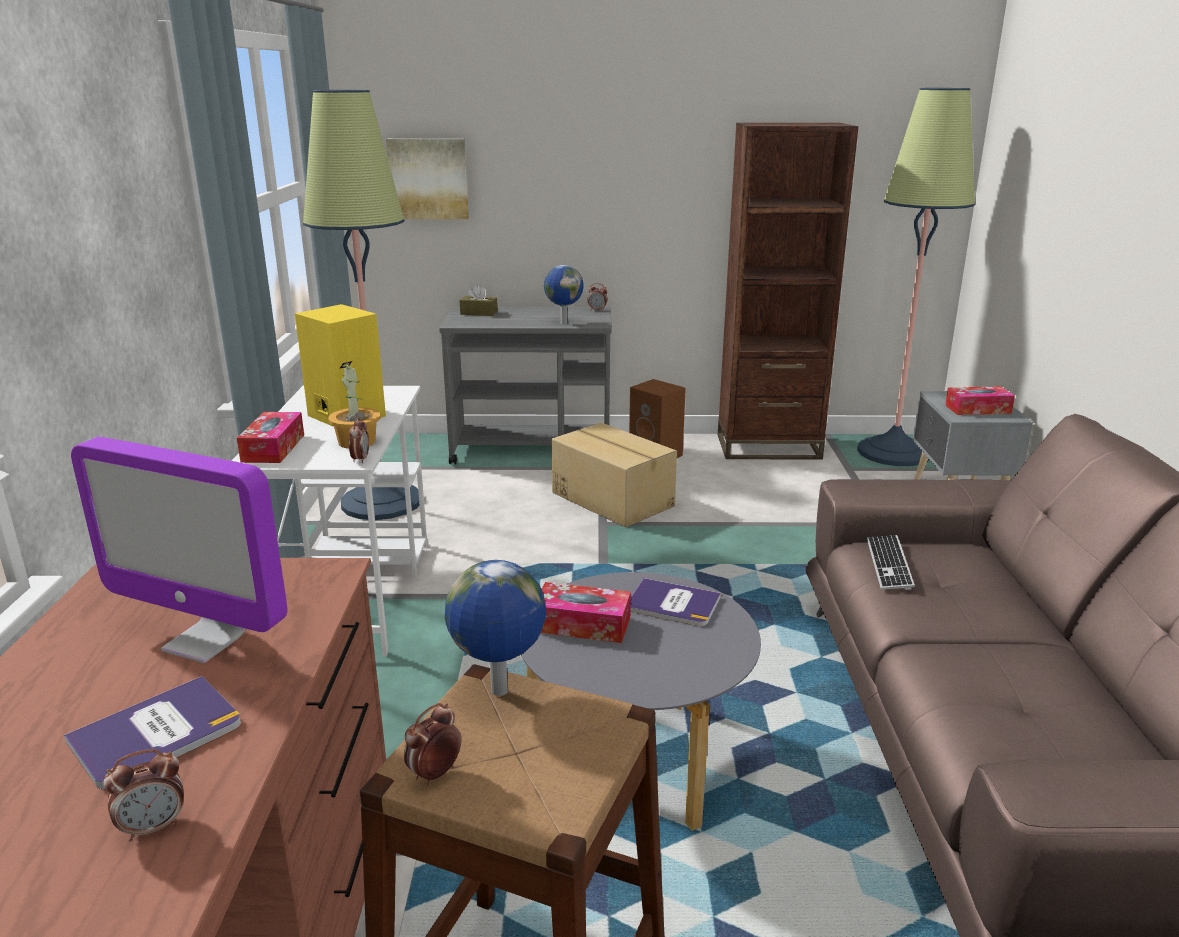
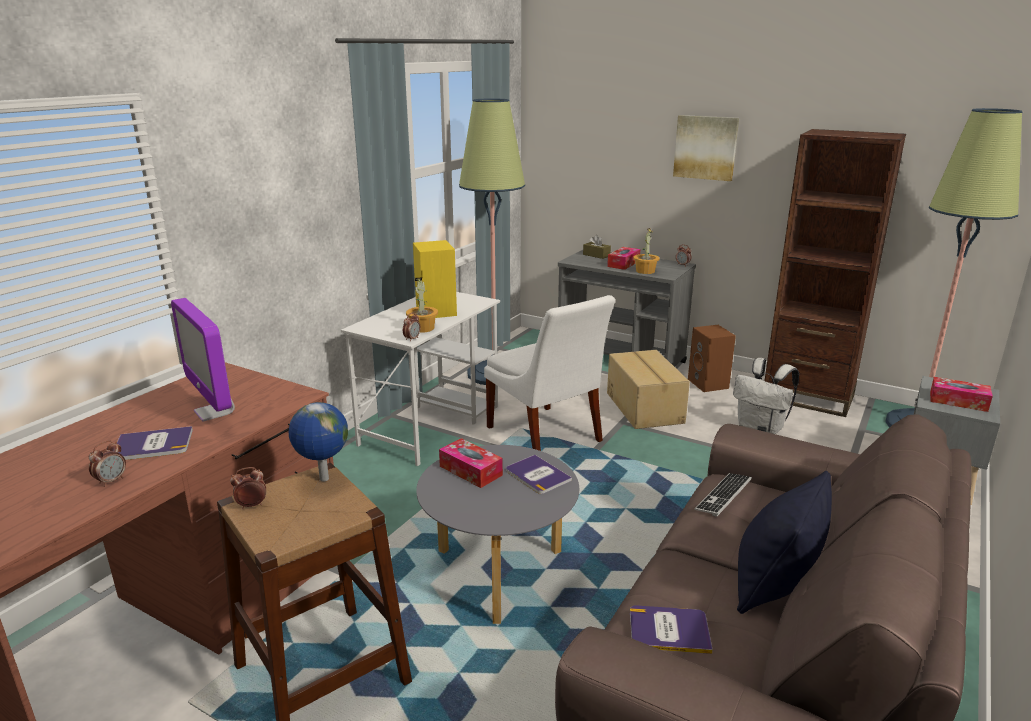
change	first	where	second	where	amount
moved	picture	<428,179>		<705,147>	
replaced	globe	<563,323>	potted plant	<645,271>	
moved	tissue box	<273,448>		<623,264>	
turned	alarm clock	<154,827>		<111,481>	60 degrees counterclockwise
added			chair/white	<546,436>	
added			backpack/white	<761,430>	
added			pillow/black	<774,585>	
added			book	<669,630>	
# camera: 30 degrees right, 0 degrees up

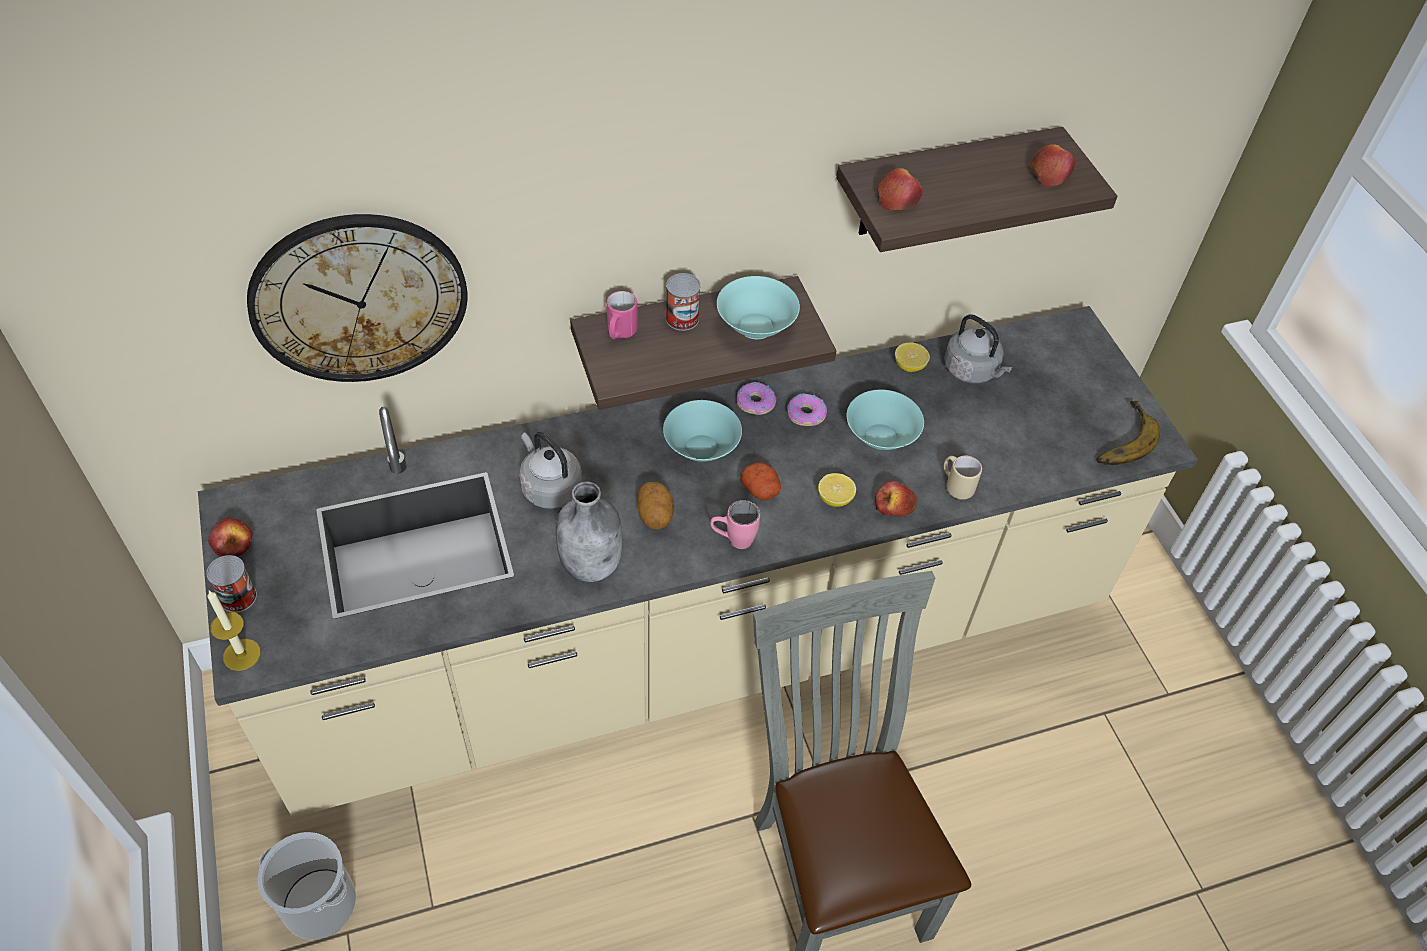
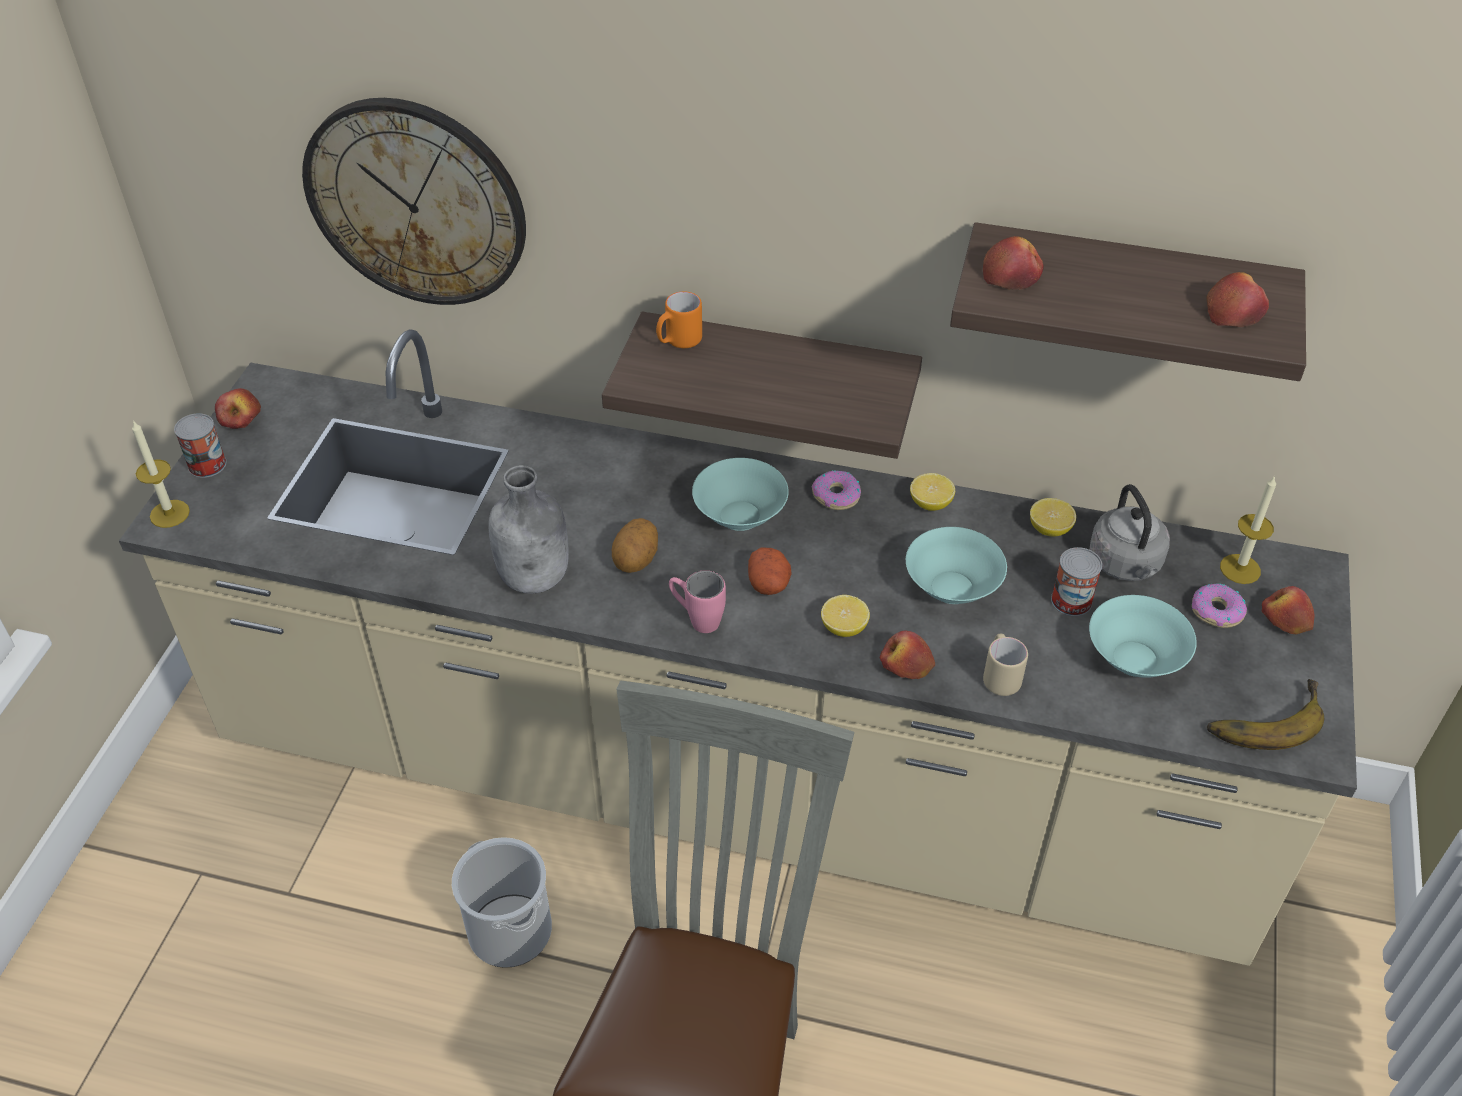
change	first	where	second	where	amount
moved	can	<682,318>		<1071,601>	
moved	bowl/turquoise	<756,327>		<1135,660>	
recoloured	mug/pink	<620,333>	mug/orange	<678,342>	
moved	donut	<806,414>		<1216,611>	
removed	kettle/grey	<549,487>			
moved	bucket	<319,903>		<510,930>	
added			lemon	<930,503>	
added			candle	<1240,569>	
added			apple	<1285,620>	
# camera: 35 degrees right, 5 degrees down

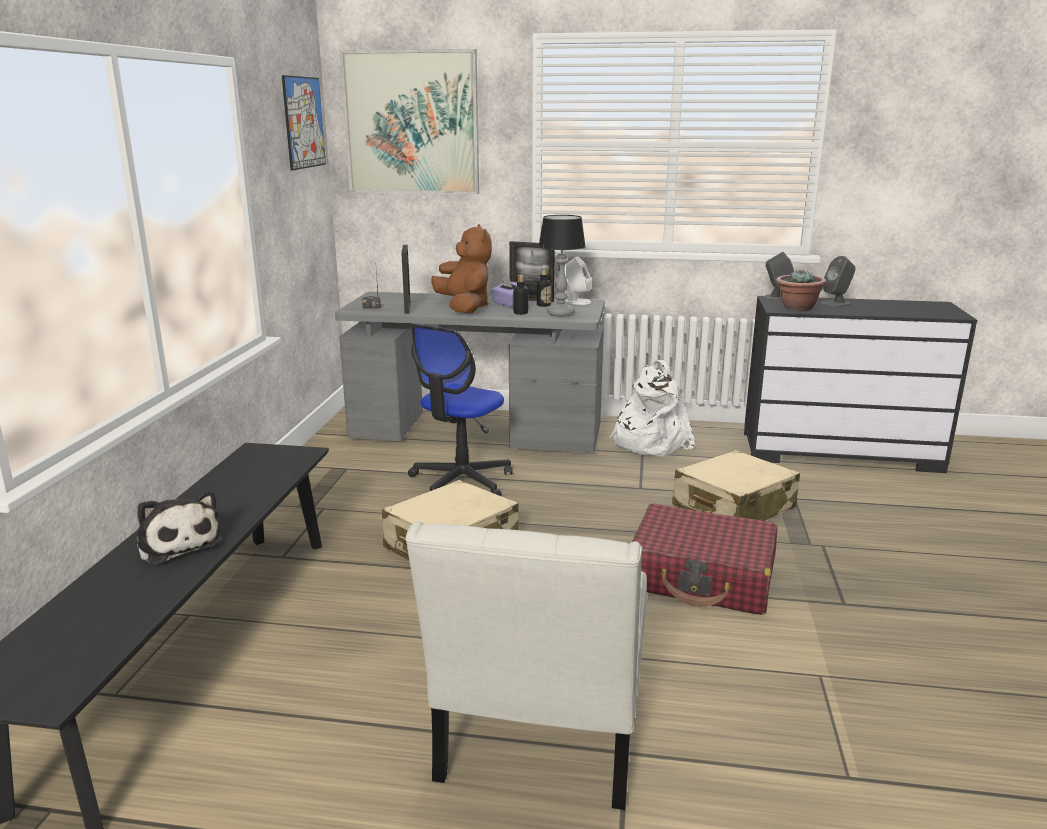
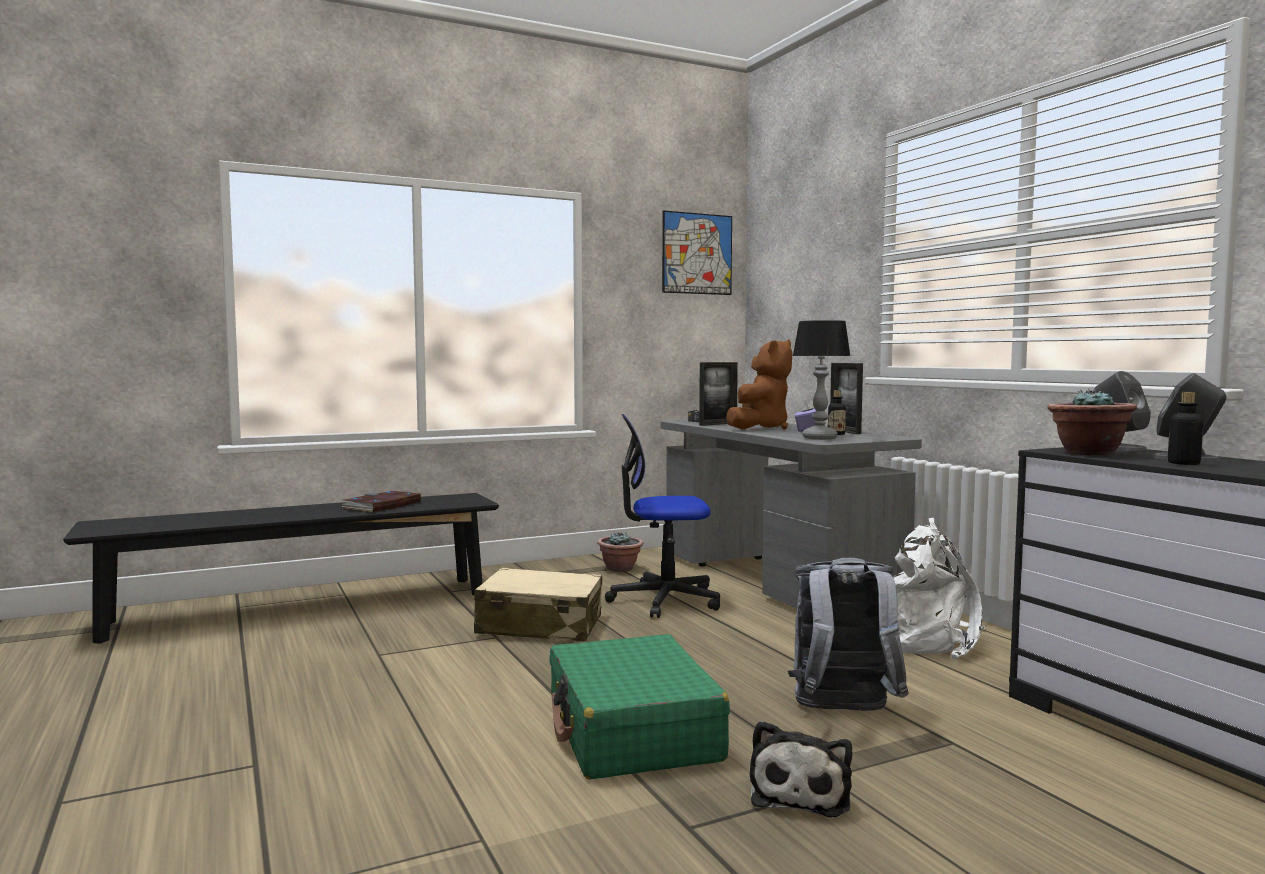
change	first	where	second	where	amount
removed	picture	<411,123>			
removed	speaker/white	<575,301>			
moved	bottle	<520,313>		<1184,463>	
replaced	suitcase/beige	<733,508>	backpack/grey	<843,713>	
moved	plush toy	<178,543>		<801,793>	
recoloured	suitcase/red	<702,577>	suitcase/green	<632,731>	
removed	chair/white	<539,738>			
added			book	<382,505>	
added			potted plant	<620,569>	
# camera: 55 degrees right, 15 degrees down

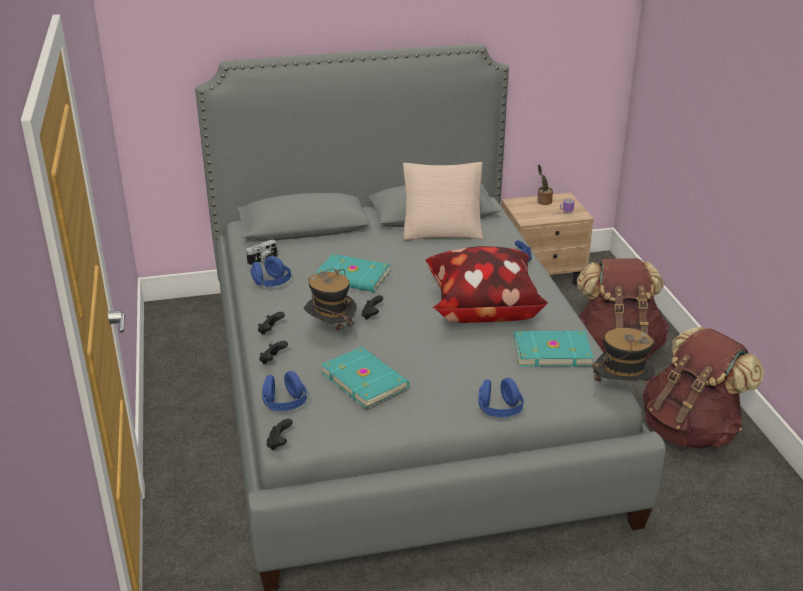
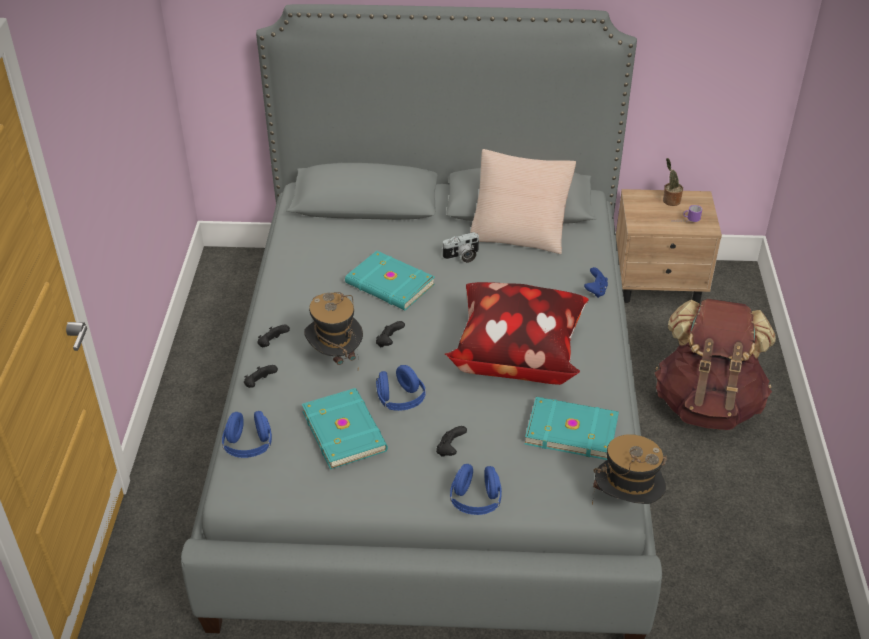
change	first	where	second	where	amount
moved	photo camera	<264,262>		<462,257>	
moved	headphones/blue	<271,284>		<400,400>	
removed	backpack/brown	<690,430>			
moved	game controller/black	<279,443>		<450,450>	
# camera: 15 degrees right, 10 degrees up

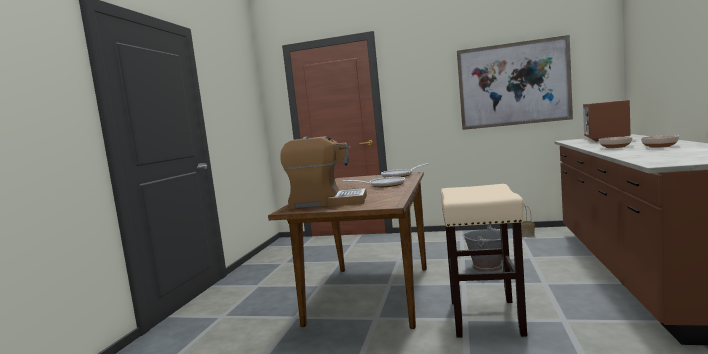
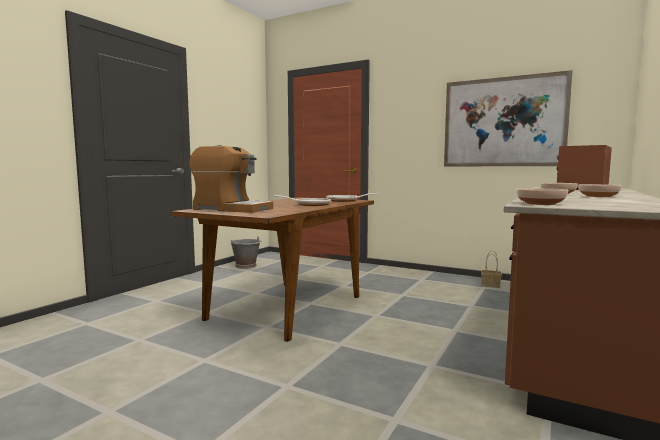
change	first	where	second	where	amount
removed	stool/beige	<486,318>			
moved	bucket/grey	<487,268>		<246,266>	
added			bowl	<541,203>	
# camera: 15 degrees right, 0 degrees up

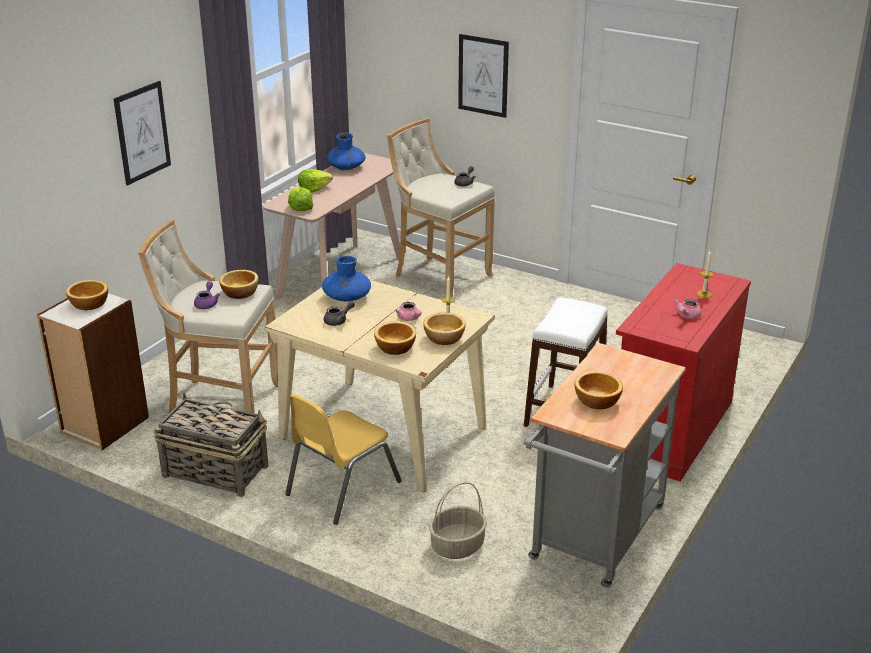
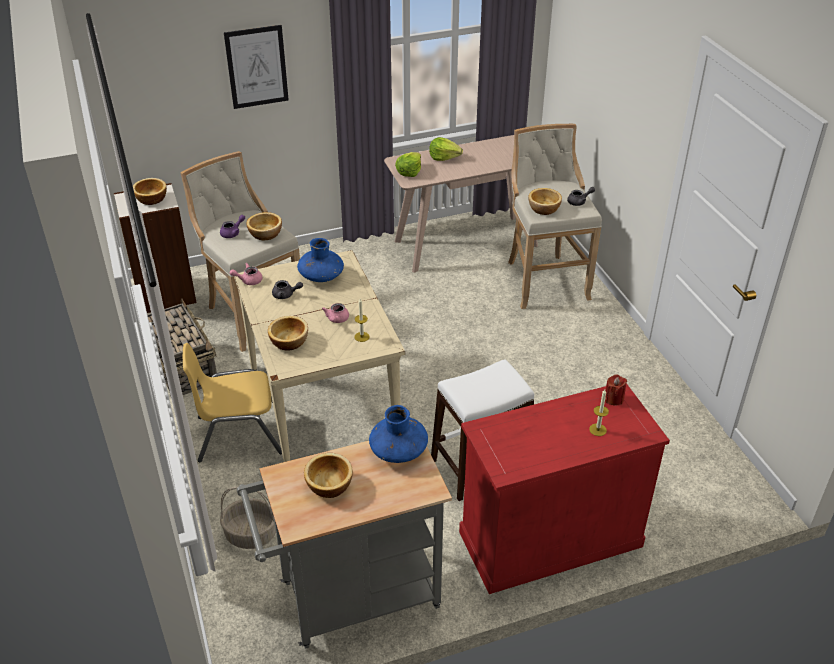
change	first	where	second	where	amount
removed	picture	<483,75>			
moved	vase/blue	<346,167>		<398,450>	
moved	teapot/pink	<686,316>		<248,280>	
moved	bowl	<445,338>		<544,209>	
added			candle/red	<613,399>	
# camera: 40 degrees right, 10 degrees up

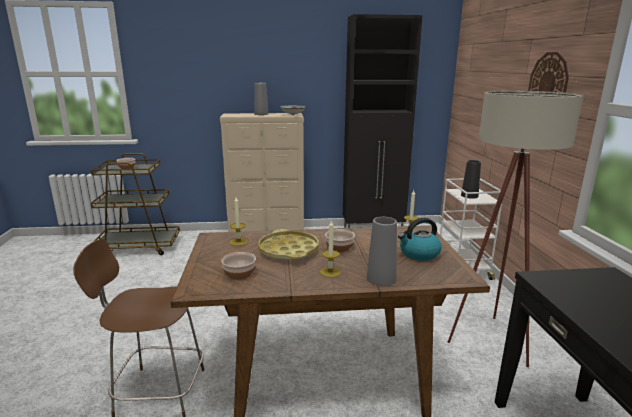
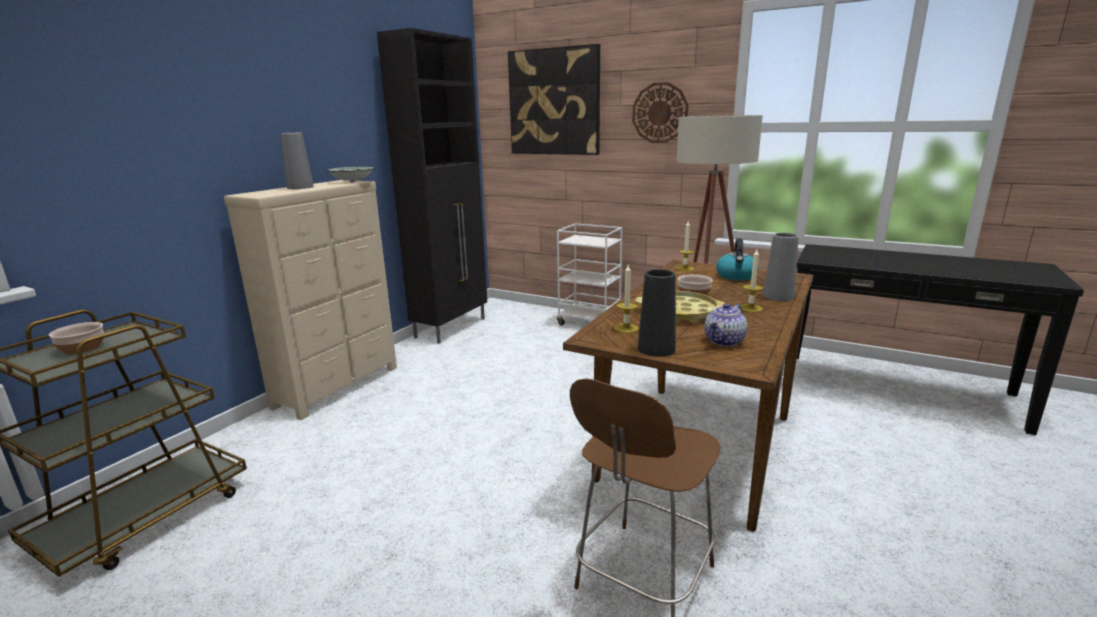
change	first	where	second	where	amount
moved	vase/black	<469,196>		<656,349>	
replaced	bowl	<239,274>	teapot	<724,341>	
added			picture	<554,102>	
# camera: 55 degrees left, 0 degrees up

